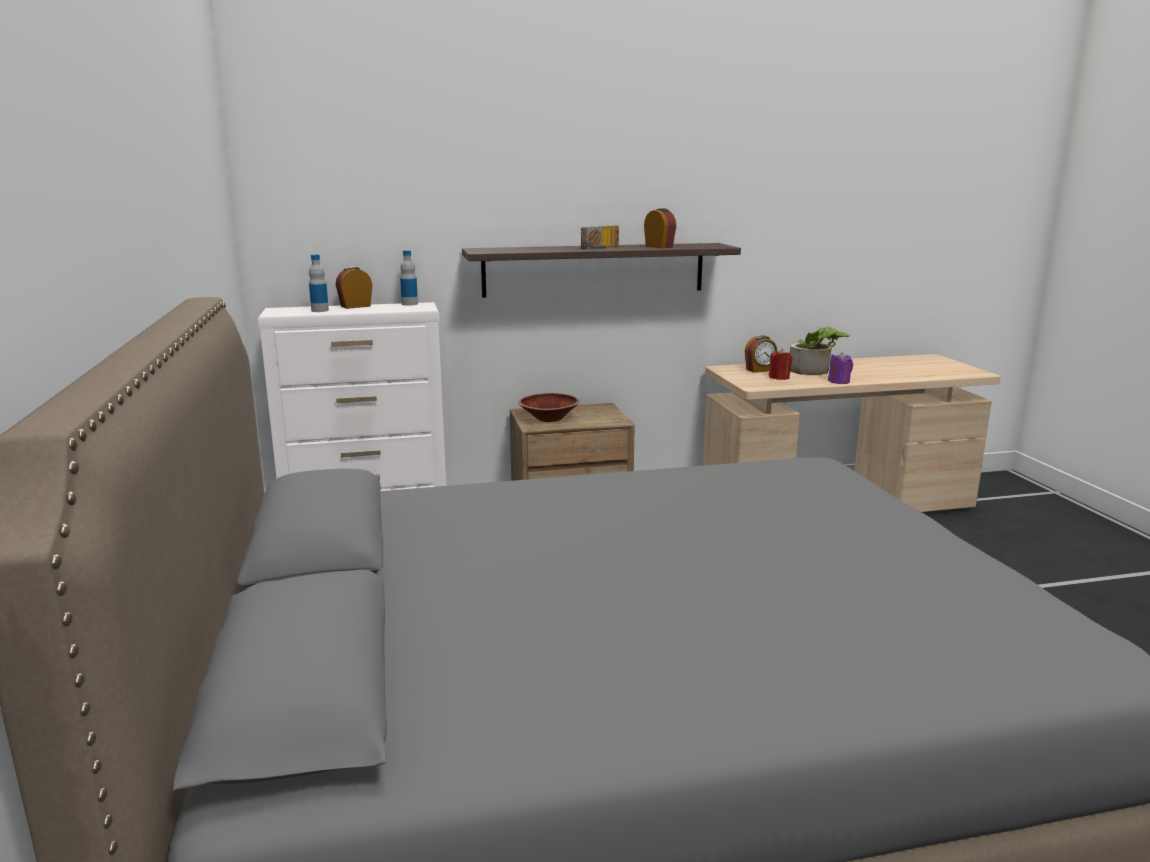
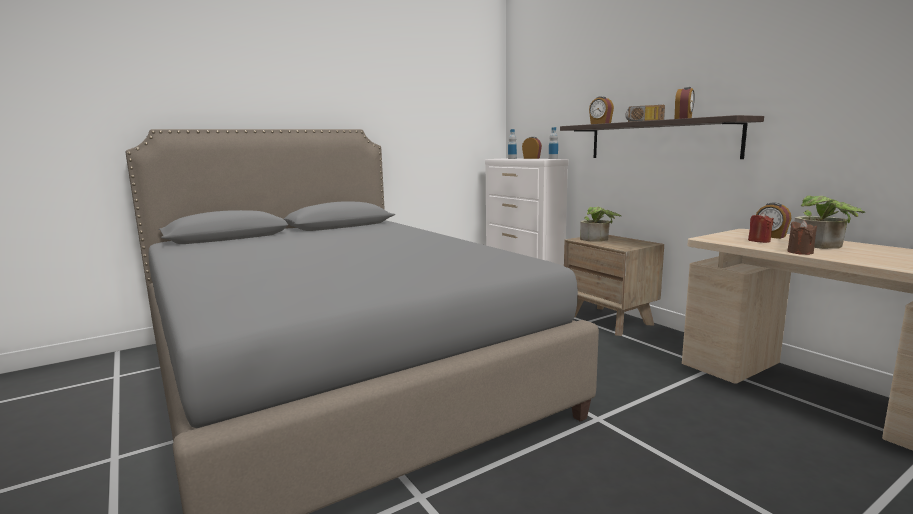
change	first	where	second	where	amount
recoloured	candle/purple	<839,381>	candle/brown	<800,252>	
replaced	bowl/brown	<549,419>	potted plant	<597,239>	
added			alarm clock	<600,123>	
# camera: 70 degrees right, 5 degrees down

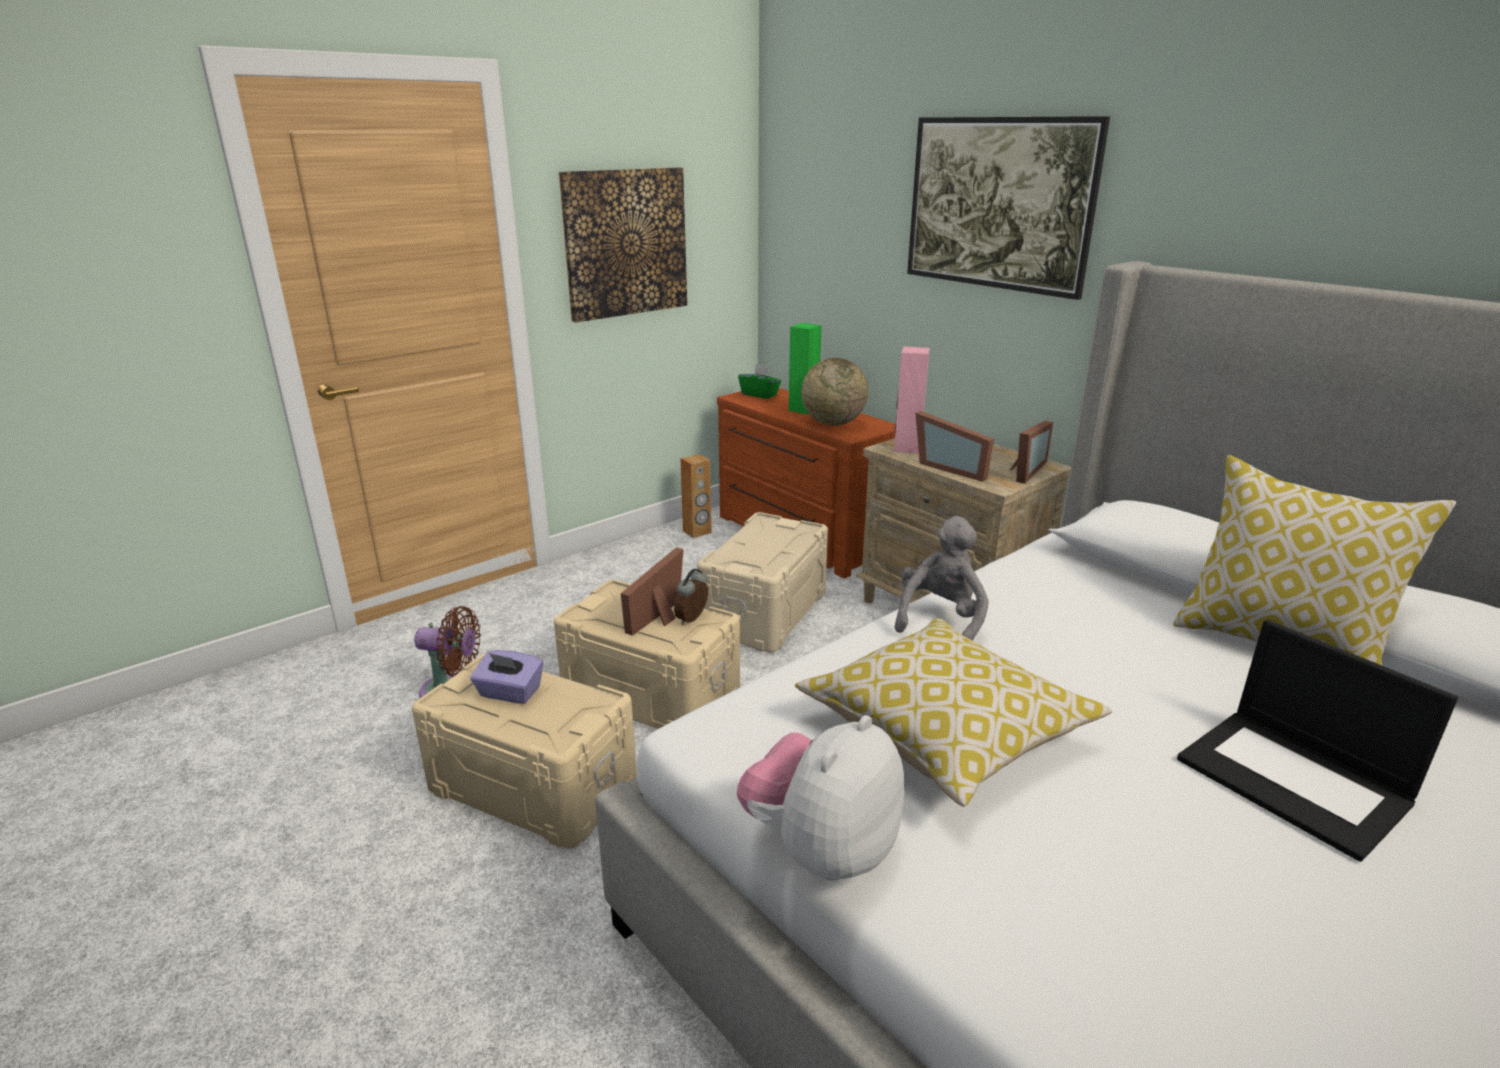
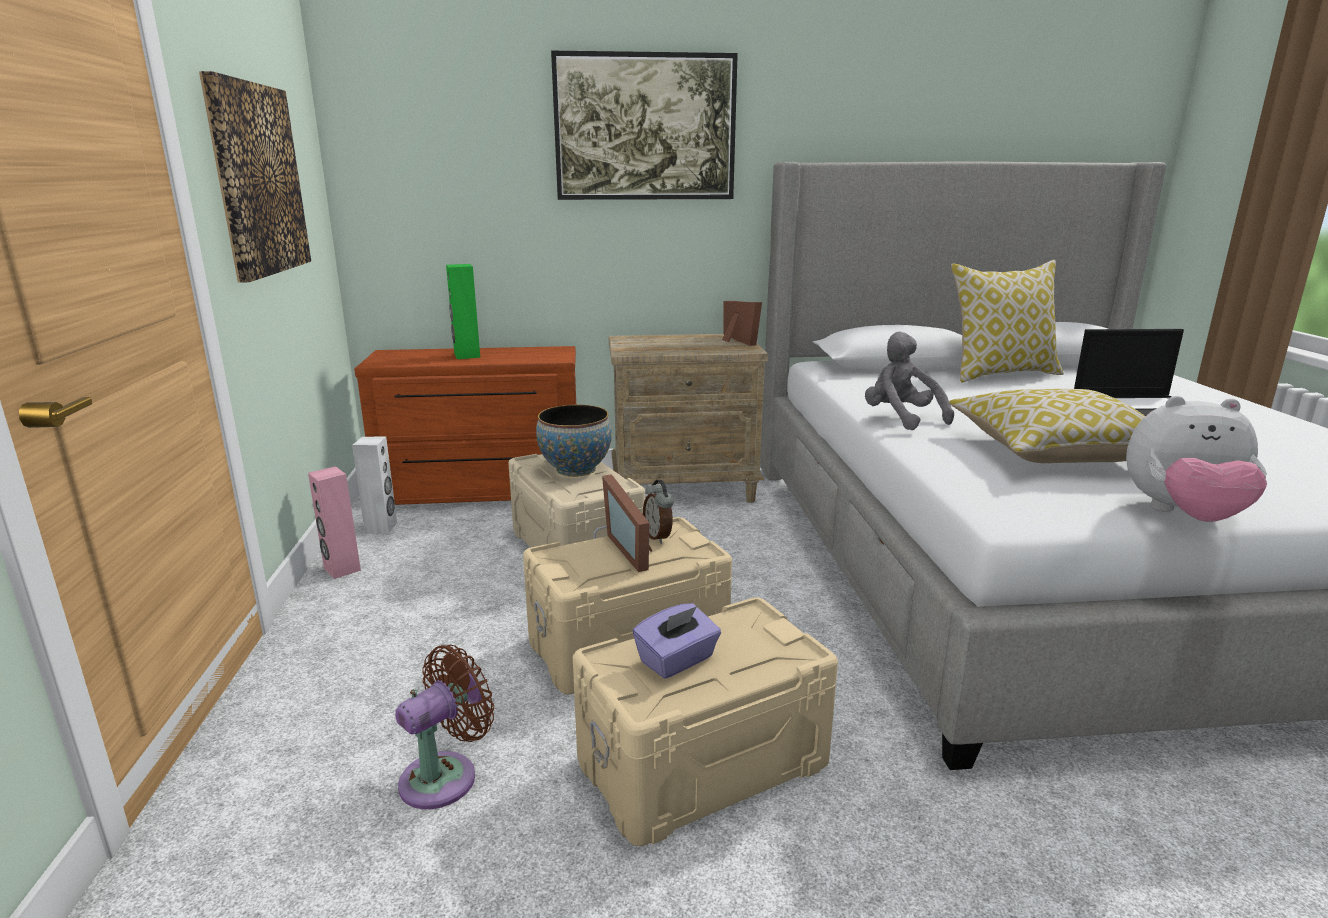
change	first	where	second	where	amount
moved	speaker/pink	<907,448>		<341,569>	
removed	globe	<833,423>			
removed	tissue box/green	<759,394>			
removed	picture frame	<953,468>			
recoloured	speaker/brown	<697,532>	speaker/white	<381,528>	
turned	plush toy	<821,850>		<1183,516>	60 degrees counterclockwise
added			bowl	<575,469>	
# camera: 55 degrees left, 5 degrees down

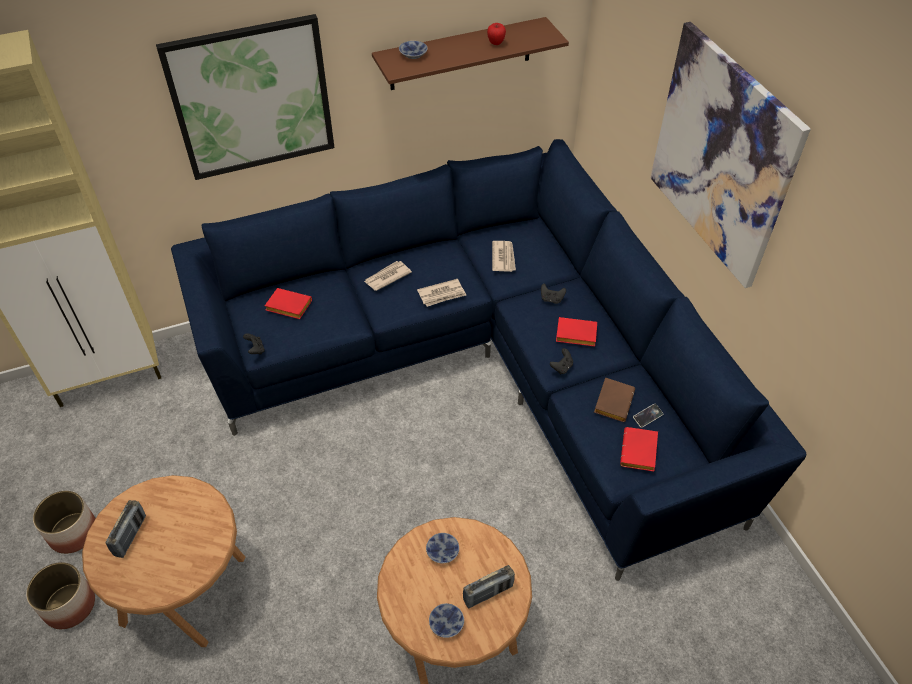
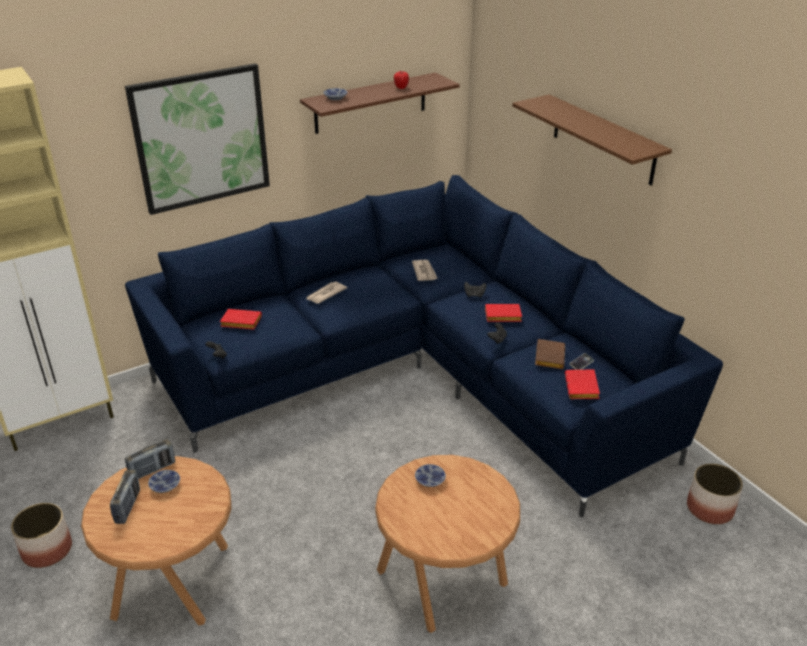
change	first	where	second	where	amount
replaced	picture	<721,156>	shelf/brown	<603,139>	
removed	newspaper	<442,294>			
moved	planter	<69,606>		<709,508>	
moved	radio	<488,593>		<152,470>	
moved	bowl	<447,624>		<166,486>	
# camera: 10 degrees left, 15 degrees down

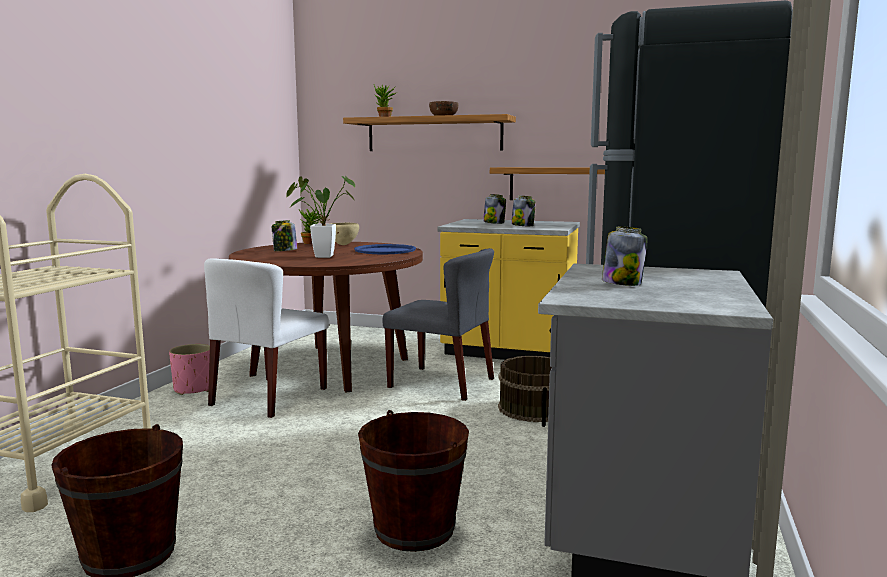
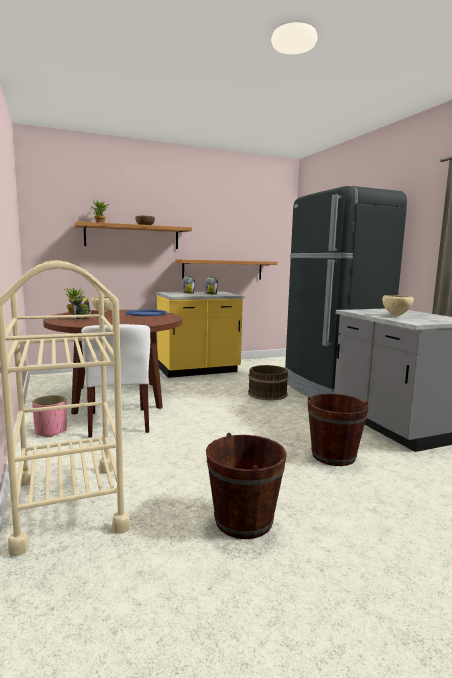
change	first	where	second	where	amount
removed	potted plant	<319,256>			
replaced	jar	<622,283>	bowl/beige	<395,315>	
removed	chair/grey	<442,383>			
# camera: 40 degrees left, 0 degrees up

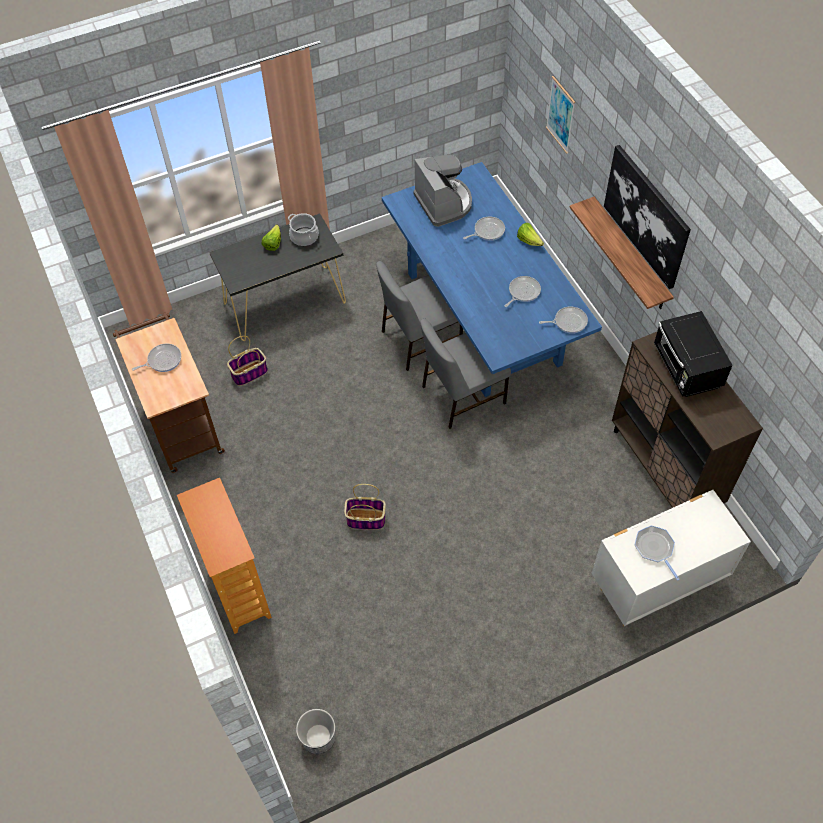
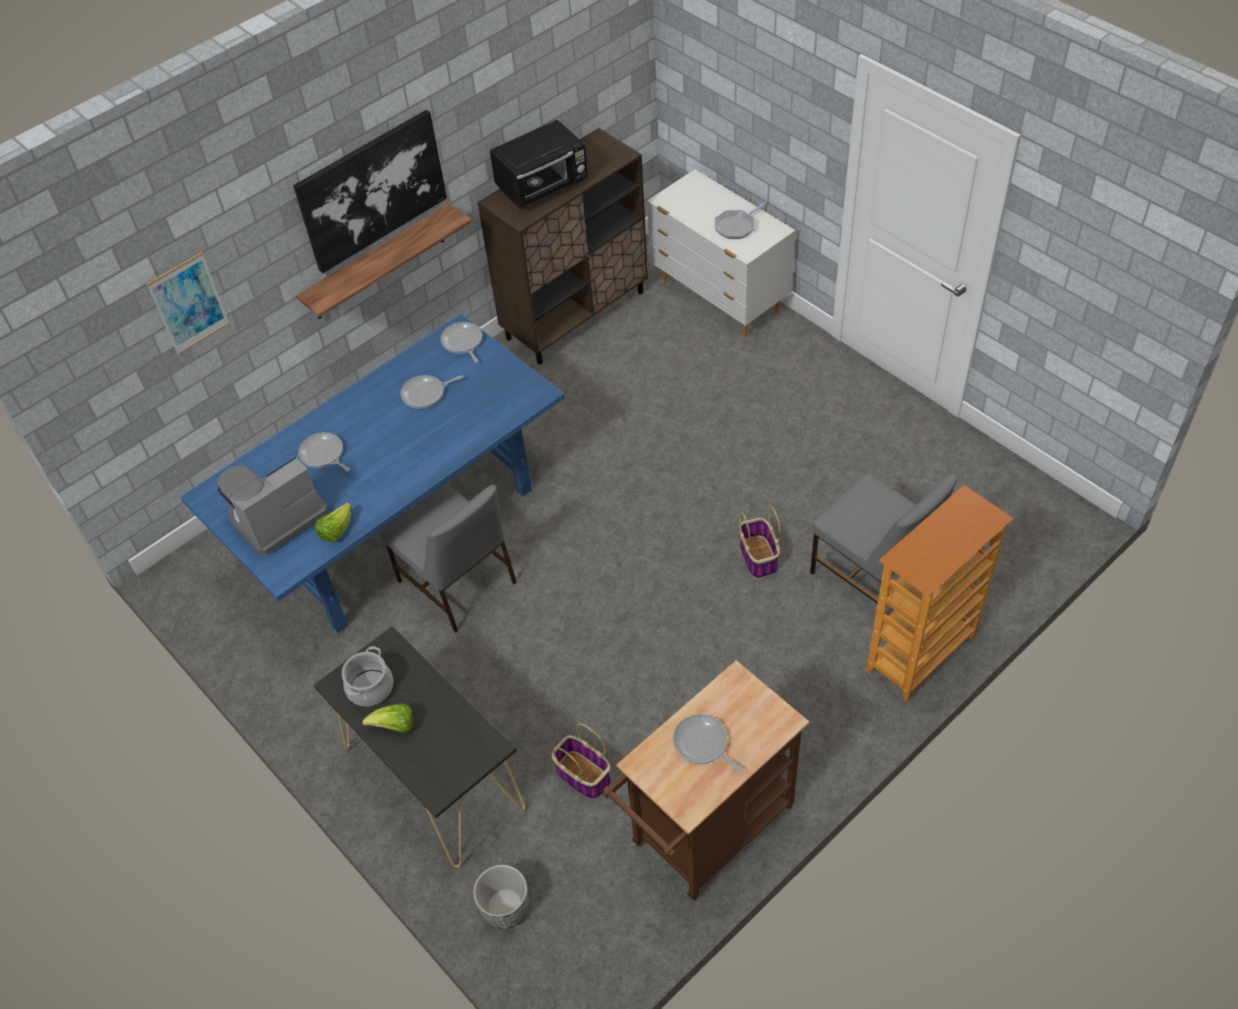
change	first	where	second	where	amount
moved	lettuce	<529,241>		<336,531>	
turned	frying pan	<523,292>		<426,394>	45 degrees counterclockwise
moved	chair/grey	<461,395>		<873,575>	
moved	planter	<318,737>		<505,908>	
# camera: 105 degrees left, 5 degrees down

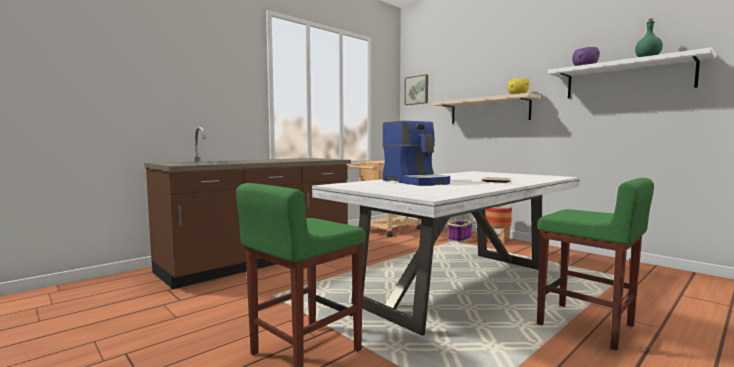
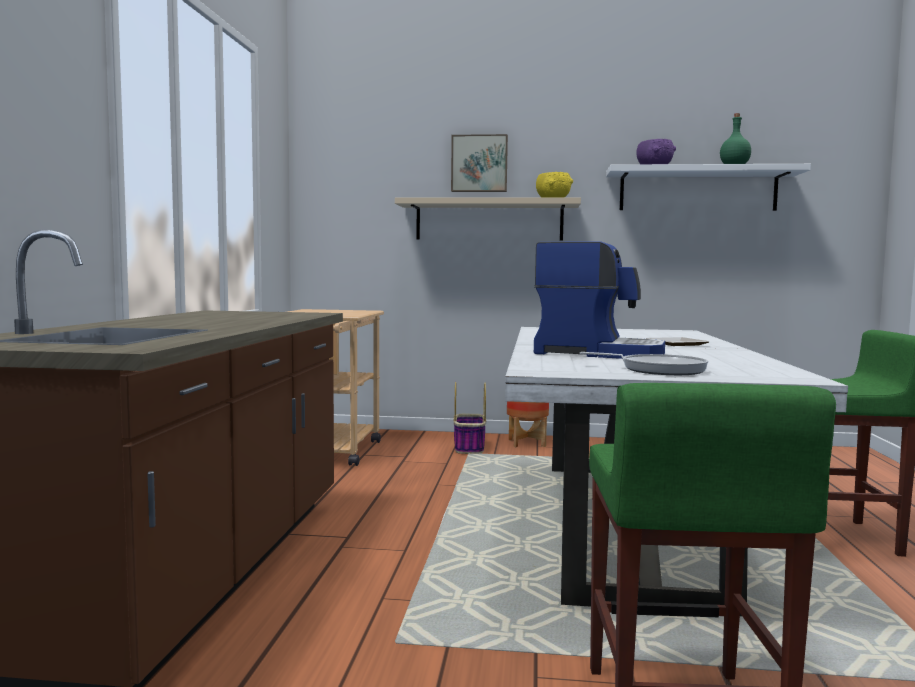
change	first	where	second	where	amount
moved	picture	<417,90>		<479,164>	
added			frying pan	<657,369>	
# camera: 40 degrees left, 0 degrees up

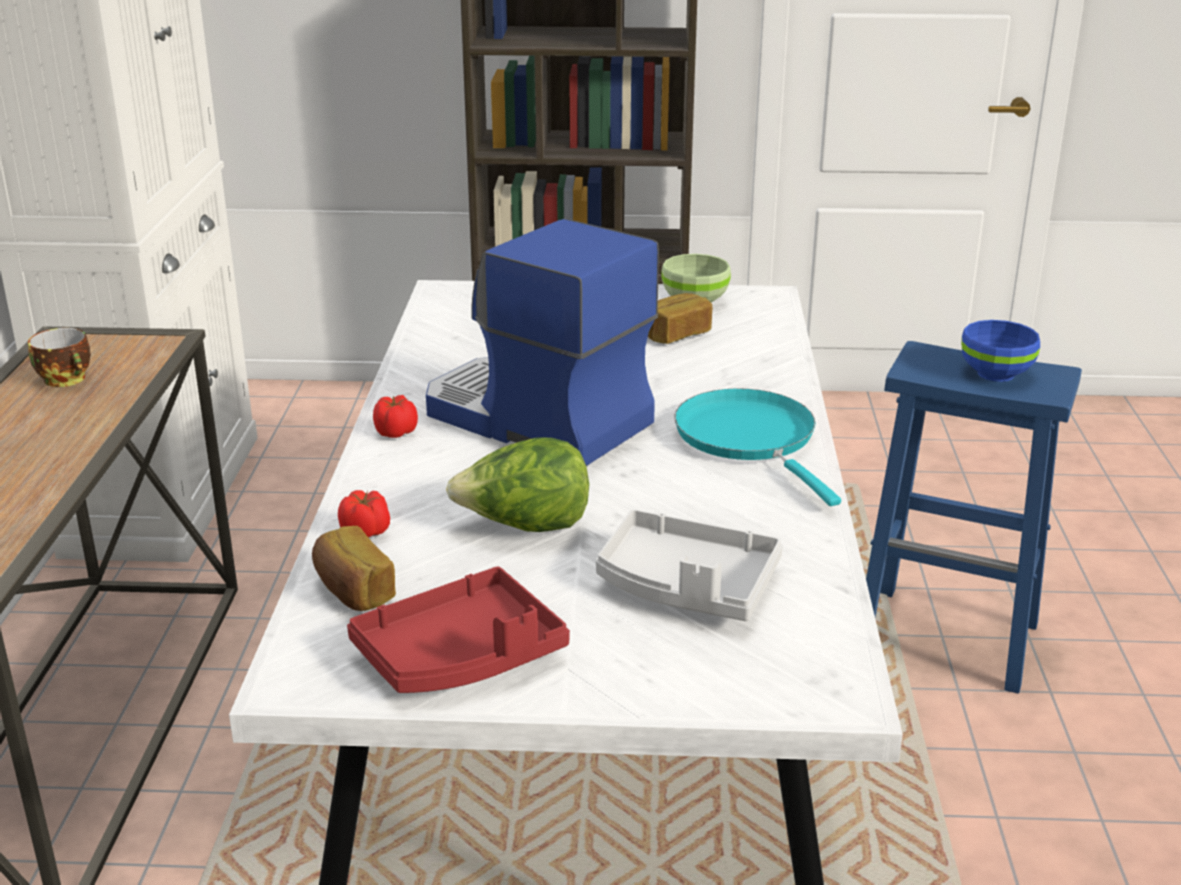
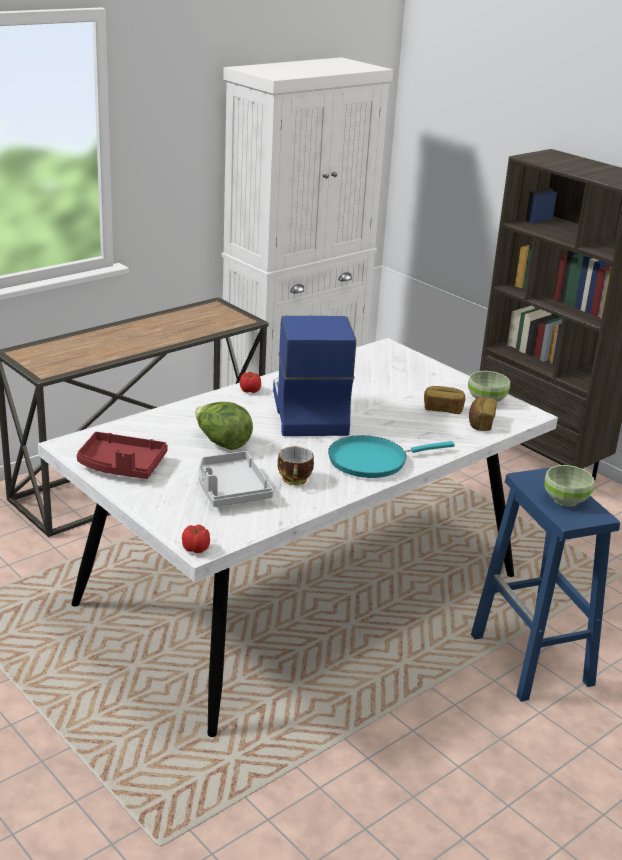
change	first	where	second	where	amount
recoloured	bowl/blue	<995,373>	bowl/green	<566,500>	
moved	cup	<68,379>		<295,480>	
turned	frying pan/turquoise	<750,439>		<372,461>	135 degrees counterclockwise
moved	tomato	<366,532>		<196,549>	
moved	bread	<352,591>		<480,423>	
# camera: 45 degrees right, 0 degrees up

